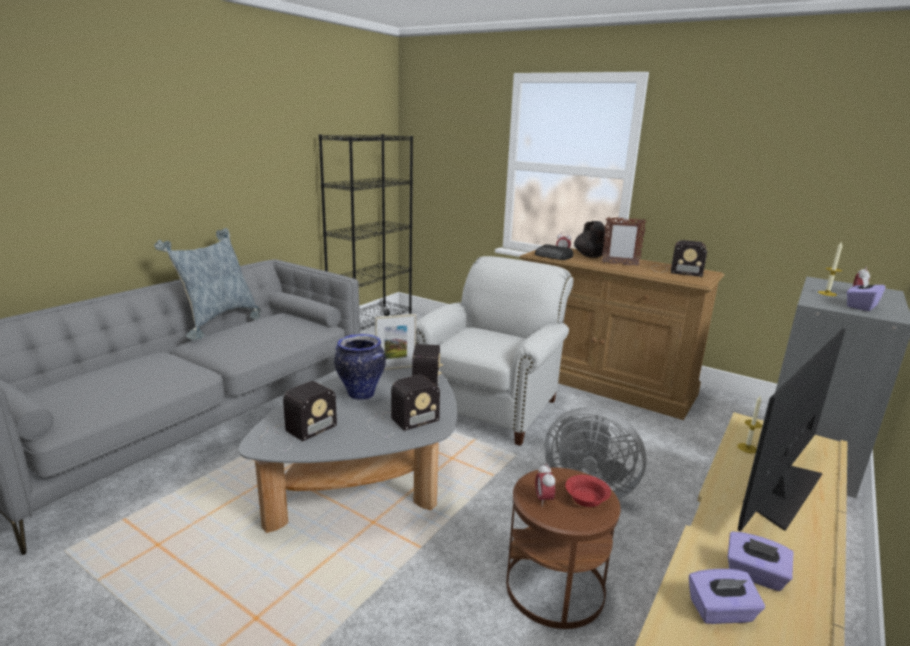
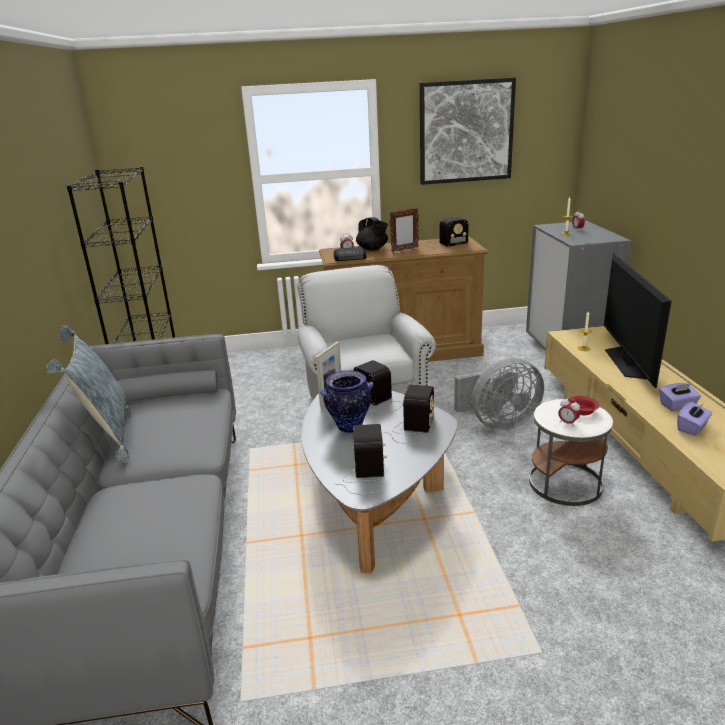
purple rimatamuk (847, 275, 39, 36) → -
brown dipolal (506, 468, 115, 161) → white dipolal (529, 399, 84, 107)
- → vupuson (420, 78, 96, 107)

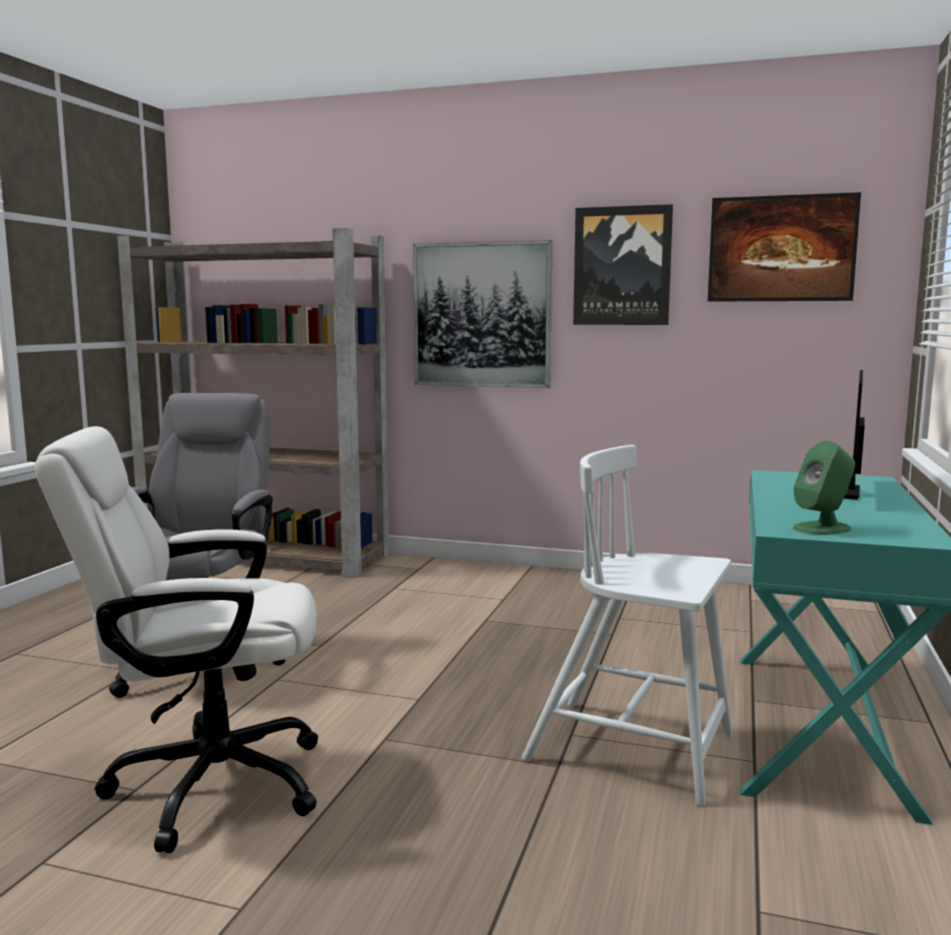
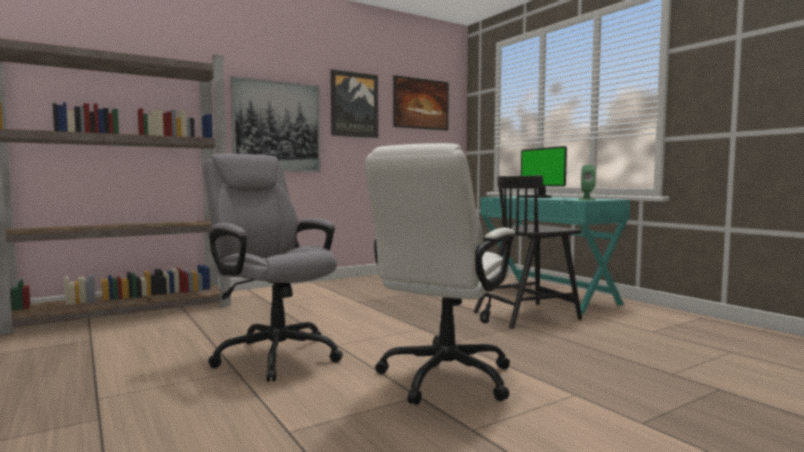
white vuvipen (522, 445, 211, 361) → black vuvipen (474, 175, 108, 154)

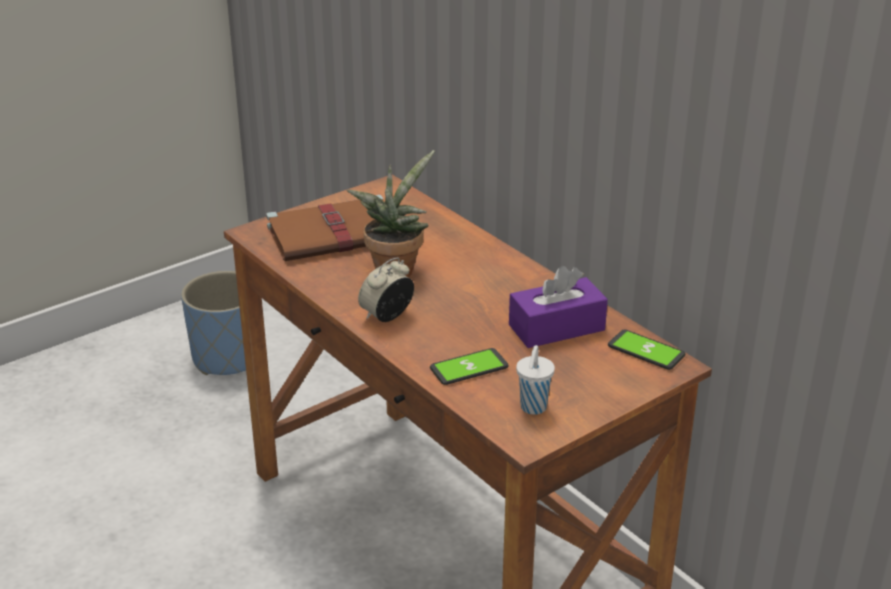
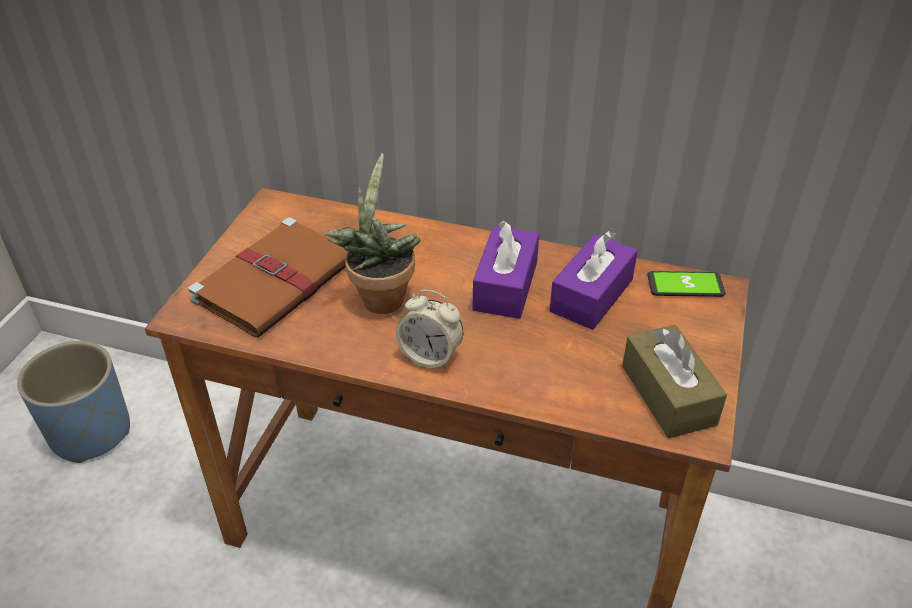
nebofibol (358, 257, 56, 65) → nebofibol (396, 290, 67, 79), 75 degrees counterclockwise
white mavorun (516, 345, 39, 70) → brown rimatamuk (622, 325, 105, 113)
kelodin (430, 348, 79, 37) → -
- → purple rimatamuk (473, 221, 66, 98)

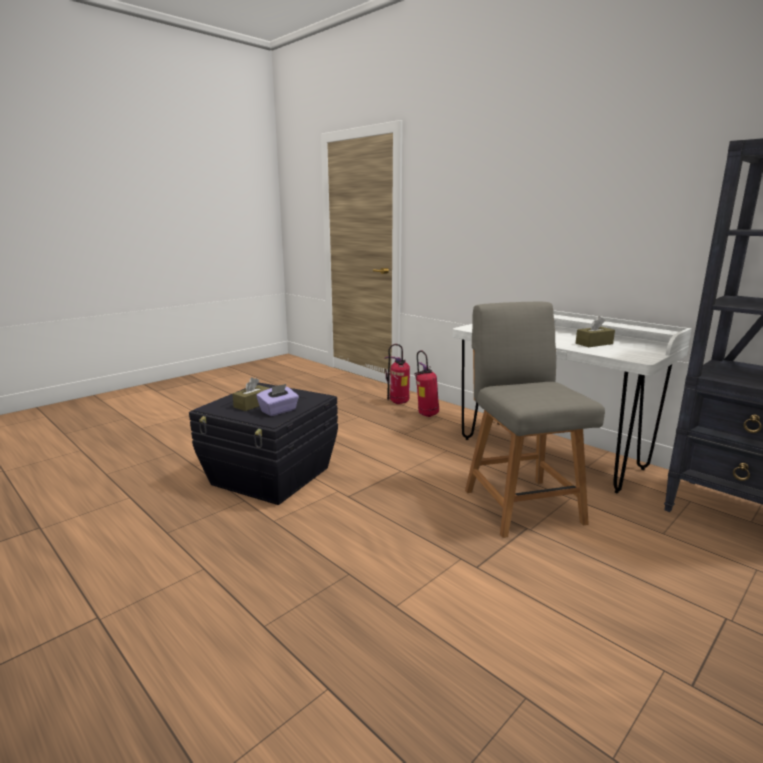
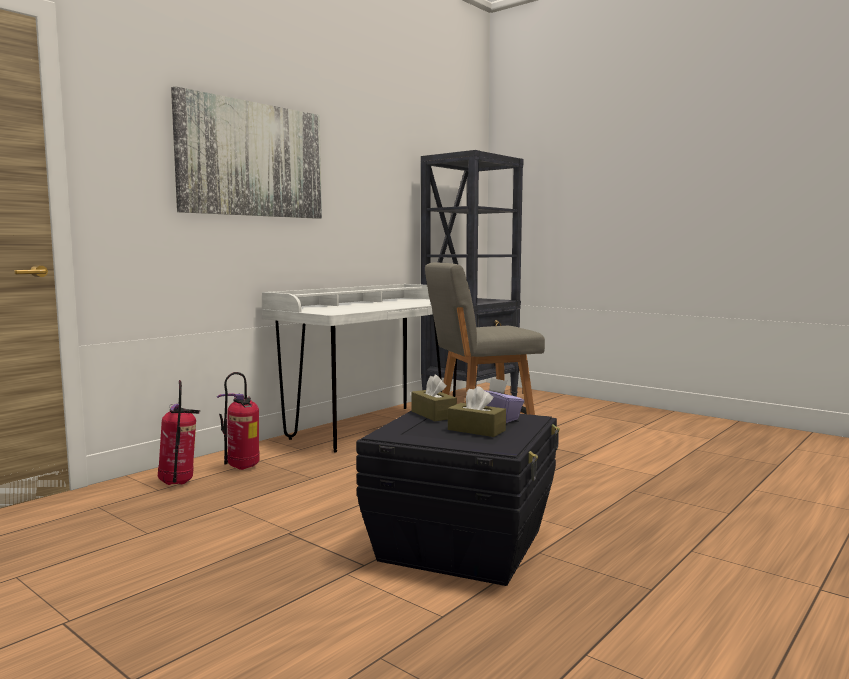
brown rimatamuk (576, 316, 39, 31) → brown rimatamuk (411, 375, 46, 46), relocated
- → vupuson (171, 86, 151, 133)

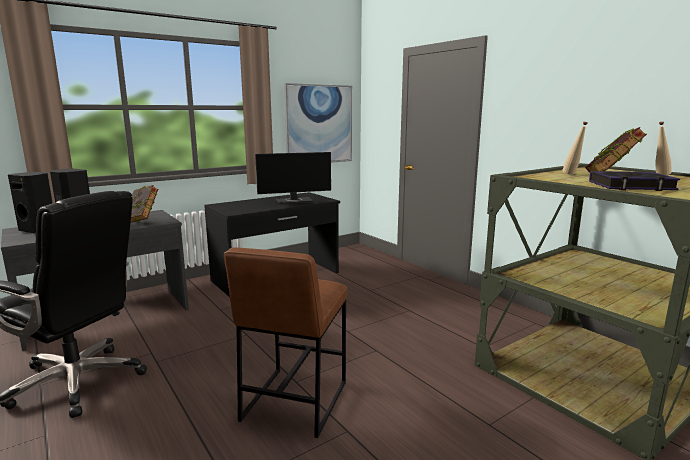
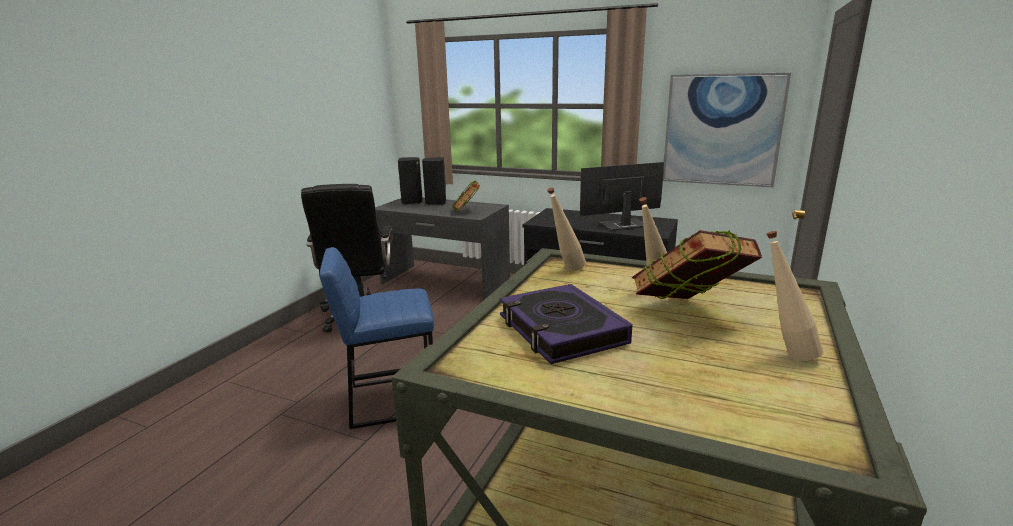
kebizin (255, 152, 76, 52) → kebizin (580, 162, 84, 69), 120 degrees clockwise
brown vuvipen (224, 248, 124, 190) → blue vuvipen (319, 247, 115, 182)
- → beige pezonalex (547, 188, 39, 83)

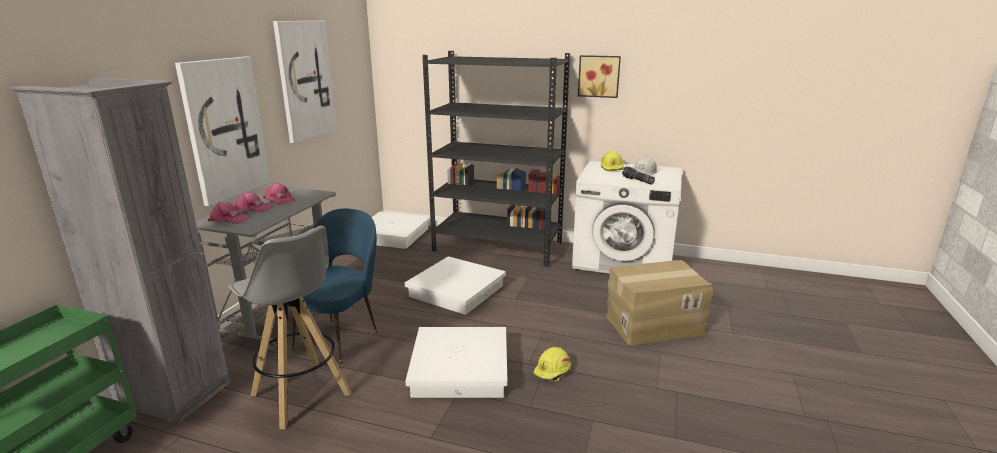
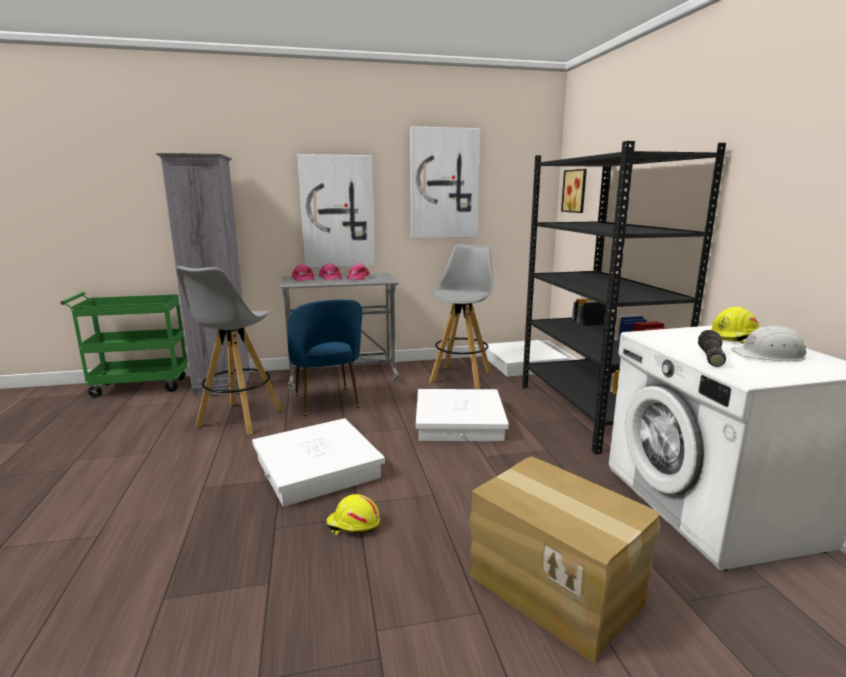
vupuson (578, 55, 43, 43) → vupuson (561, 169, 26, 44), relocated
blue vuvipen (292, 208, 86, 156) → blue vuvipen (287, 299, 75, 117), 75 degrees clockwise
- → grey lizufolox (429, 244, 65, 145)

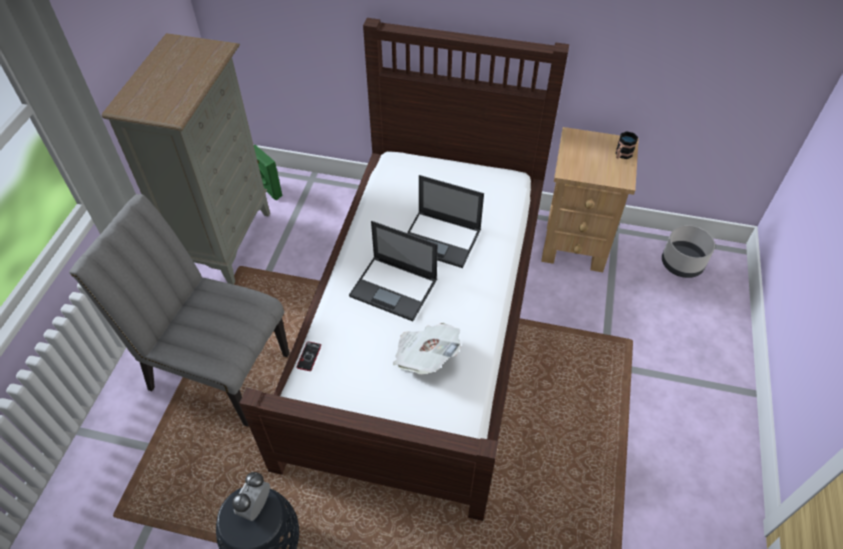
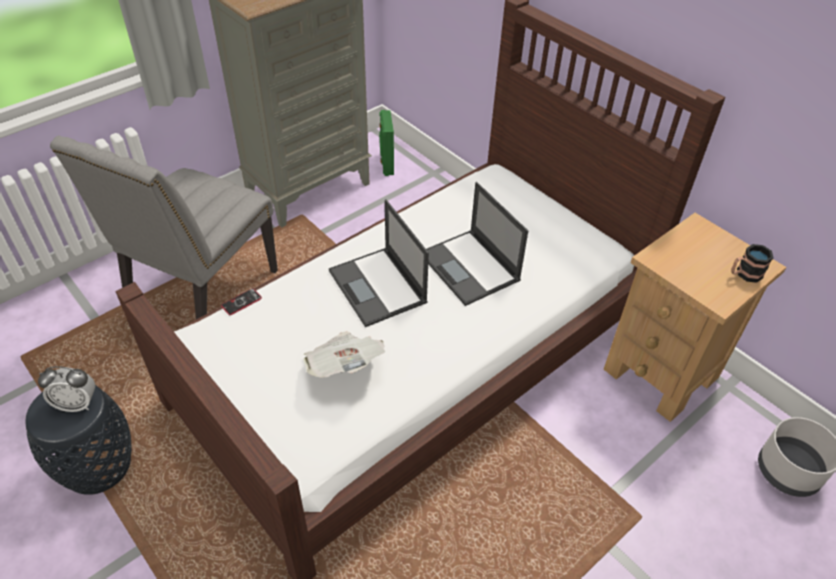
grey vuvipen (69, 194, 220, 233) → grey vuvipen (50, 136, 228, 183), 120 degrees counterclockwise
nebofibol (232, 472, 38, 49) → nebofibol (38, 366, 57, 46), 150 degrees counterclockwise

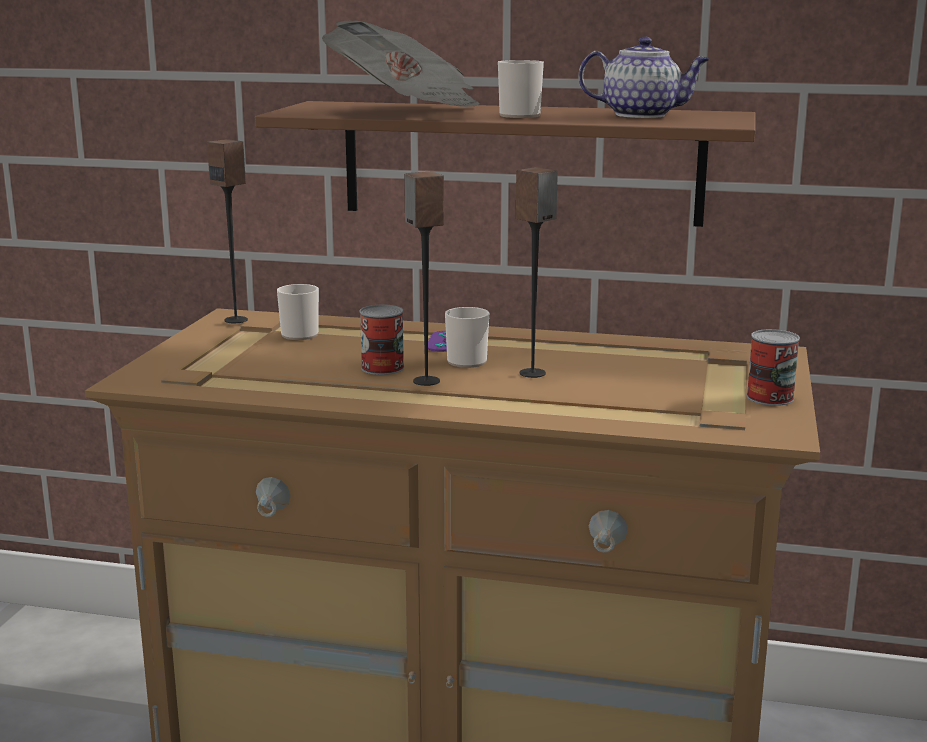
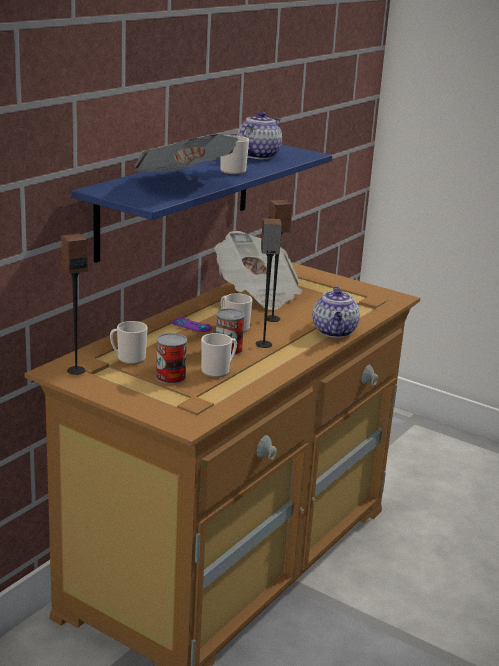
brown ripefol (255, 101, 500, 126) → blue ripefol (72, 145, 260, 118)
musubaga (746, 329, 54, 77) → musubaga (156, 333, 31, 51), relocated
- → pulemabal (215, 231, 87, 79)
- → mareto (312, 286, 48, 52)
- → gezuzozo (201, 333, 36, 45)

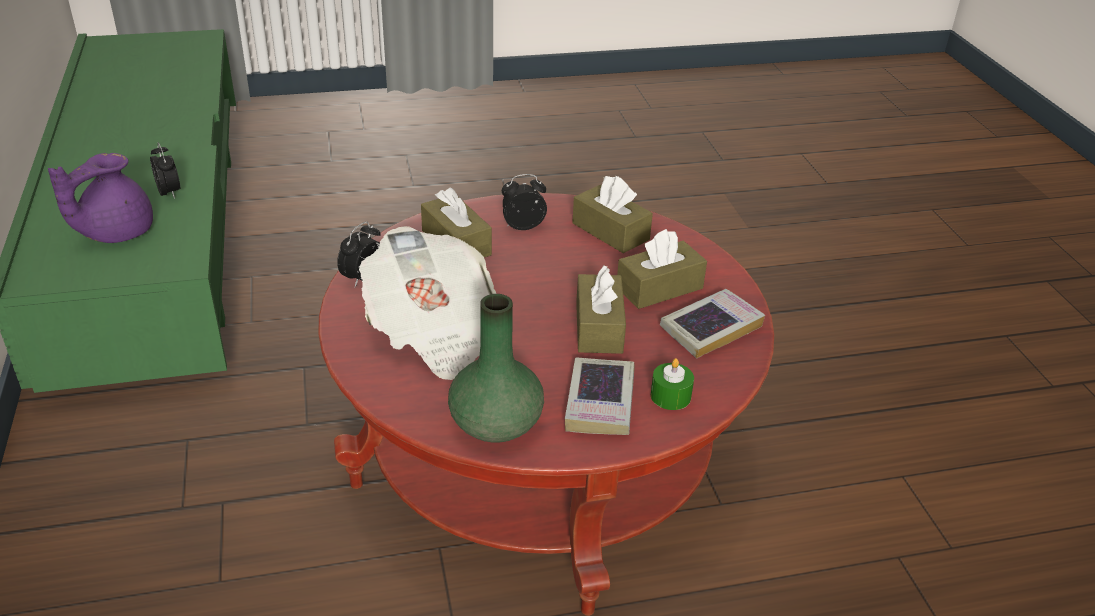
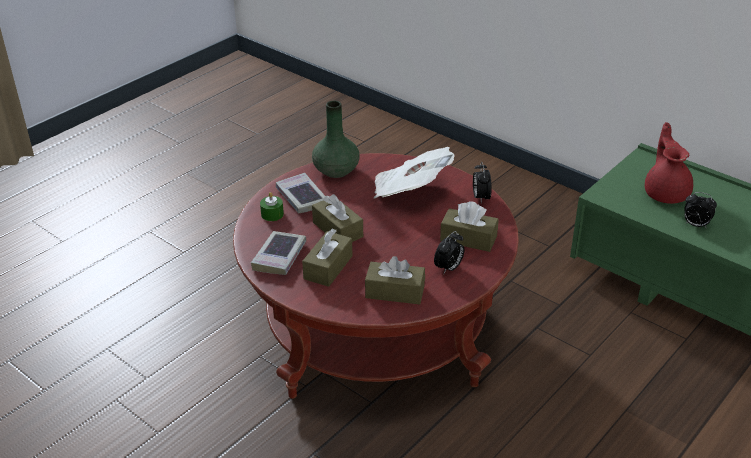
purple mareto (48, 153, 105, 90) → red mareto (645, 122, 48, 82)

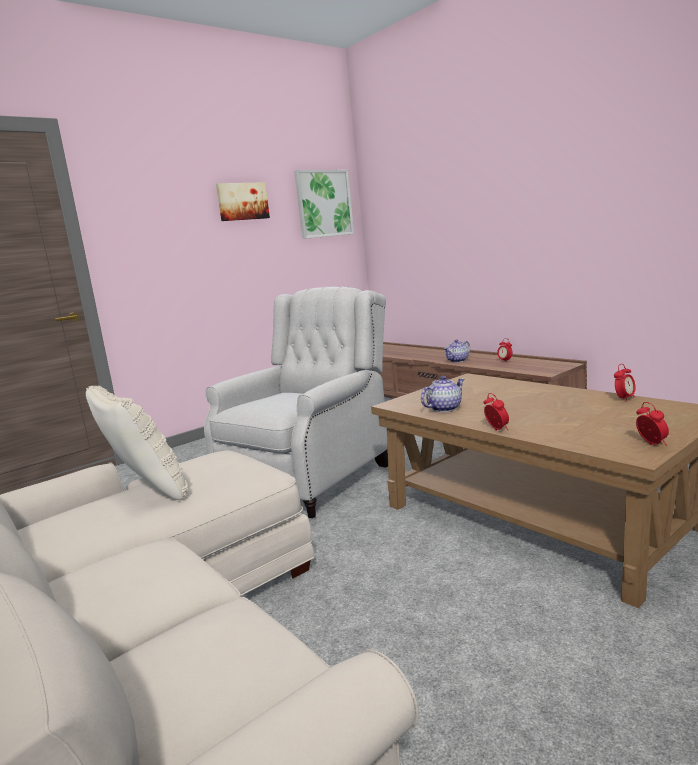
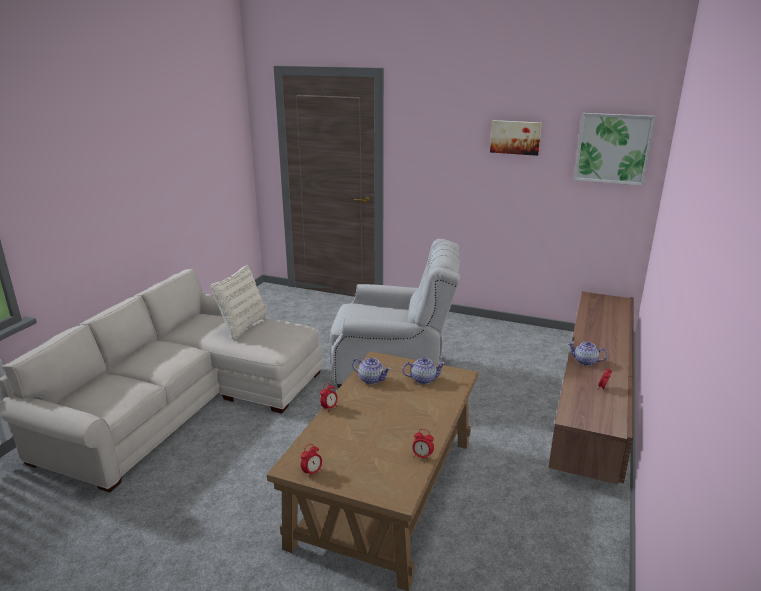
- → mareto (402, 357, 44, 27)

